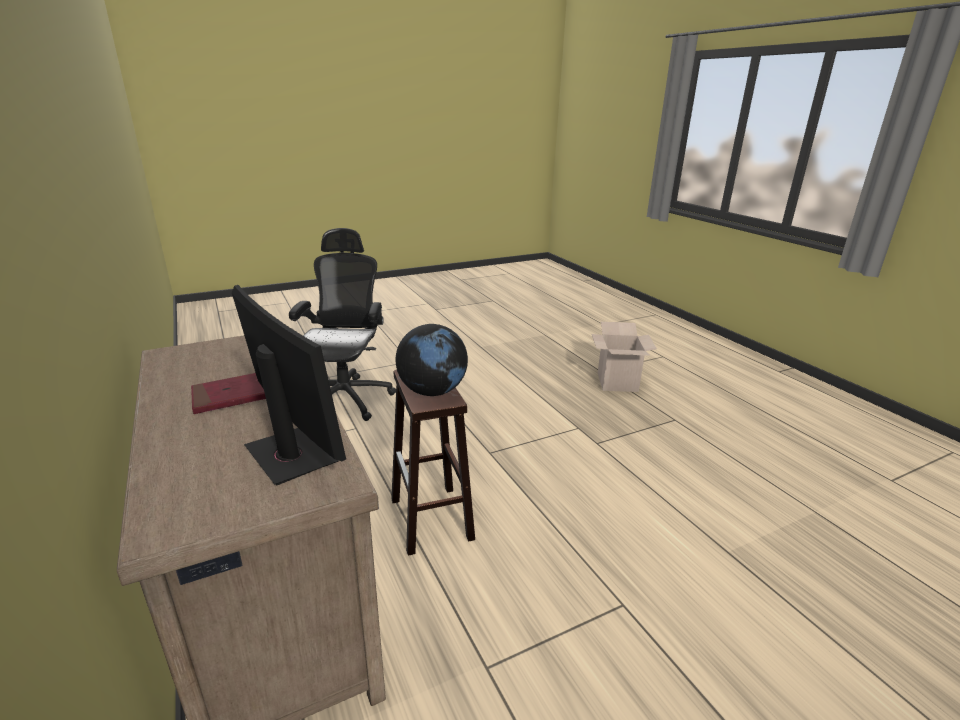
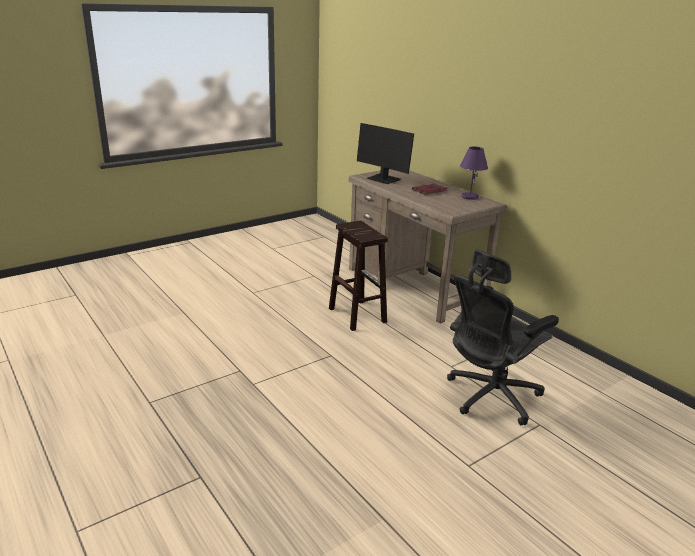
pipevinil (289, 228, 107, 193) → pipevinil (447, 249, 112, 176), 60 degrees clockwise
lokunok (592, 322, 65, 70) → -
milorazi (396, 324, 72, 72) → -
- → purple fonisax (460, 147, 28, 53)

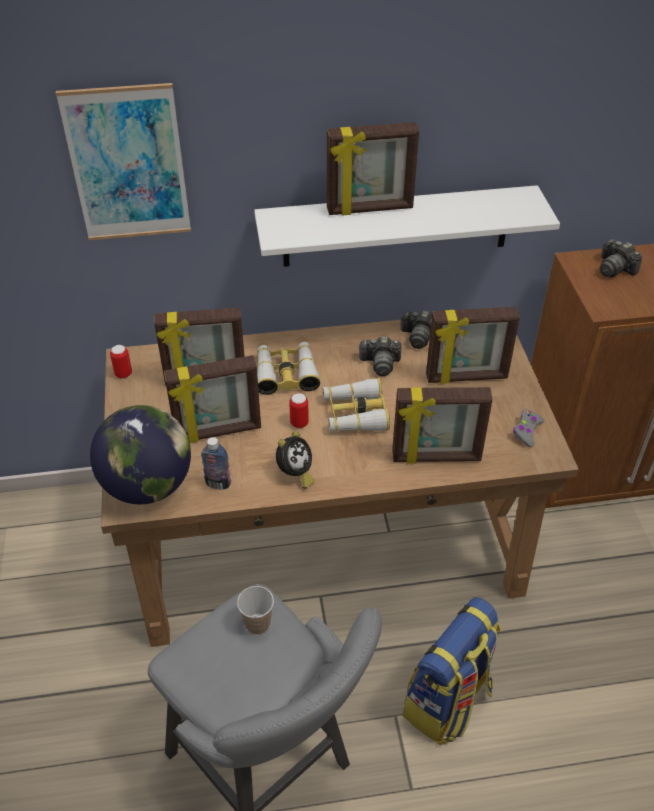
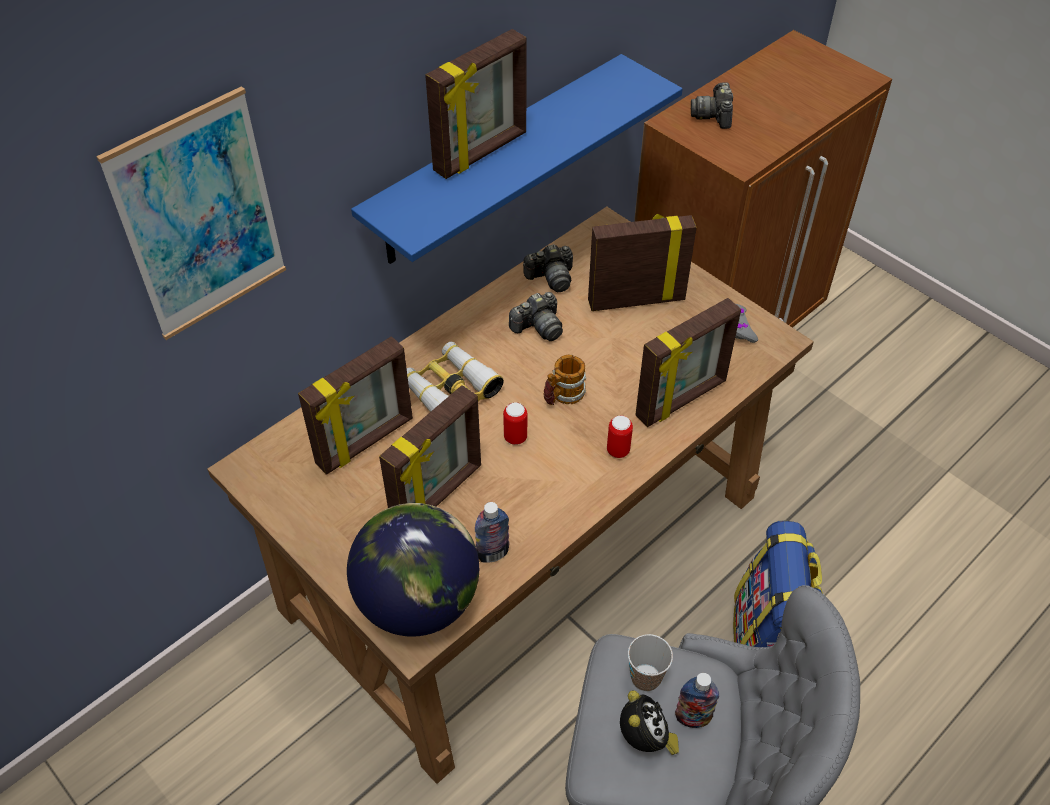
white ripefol (254, 185, 306, 82) → blue ripefol (351, 54, 332, 210)
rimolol (600, 239, 42, 38) → rimolol (691, 82, 42, 47), 75 degrees clockwise
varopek (426, 307, 94, 77) → varopek (588, 214, 109, 97), 150 degrees counterclockwise
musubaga (110, 345, 22, 34) → musubaga (607, 415, 26, 43), relocated
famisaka (323, 378, 67, 54) → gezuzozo (543, 355, 43, 50)
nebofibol (276, 431, 39, 57) → nebofibol (620, 690, 59, 65), relocated
- → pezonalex (675, 673, 44, 55)

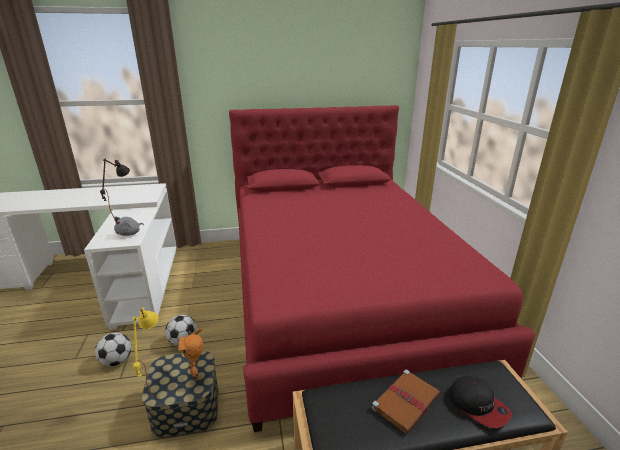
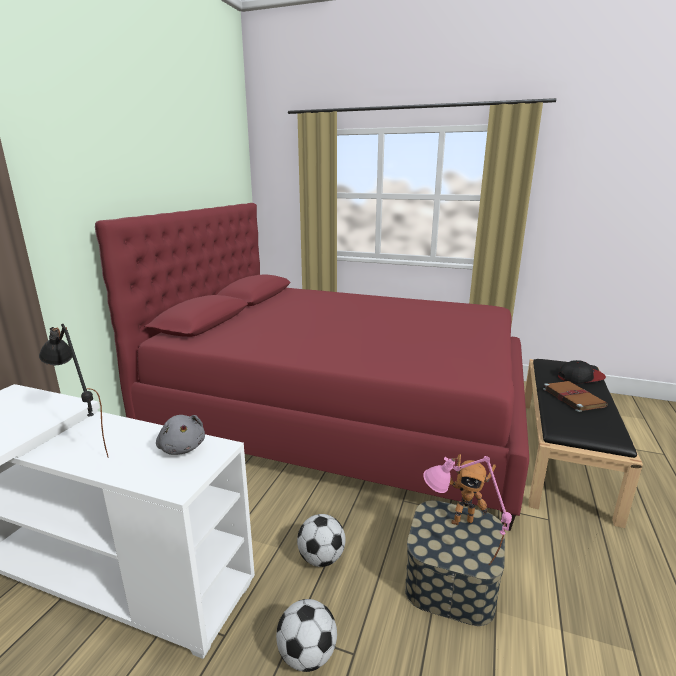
yellow fonisax (133, 307, 25, 91) → pink fonisax (424, 456, 88, 109)

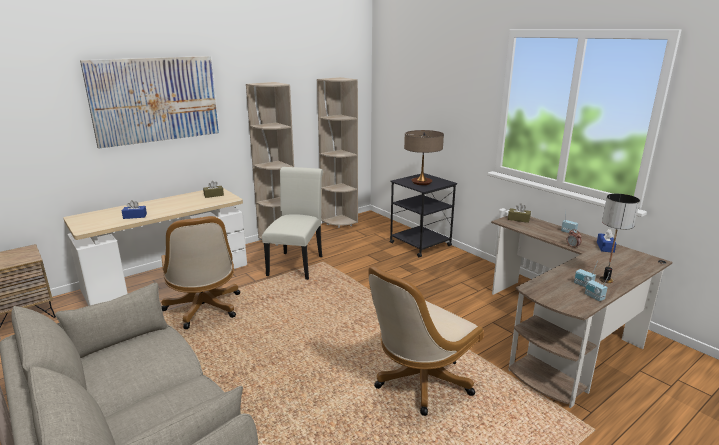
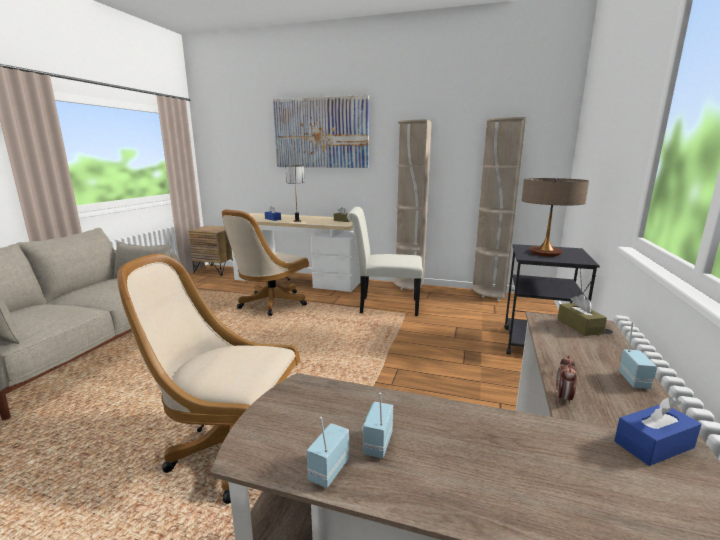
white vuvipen (262, 167, 61, 113) → white vuvipen (347, 207, 76, 109), 150 degrees counterclockwise
fonisax (599, 194, 41, 89) → fonisax (286, 166, 18, 56), relocated

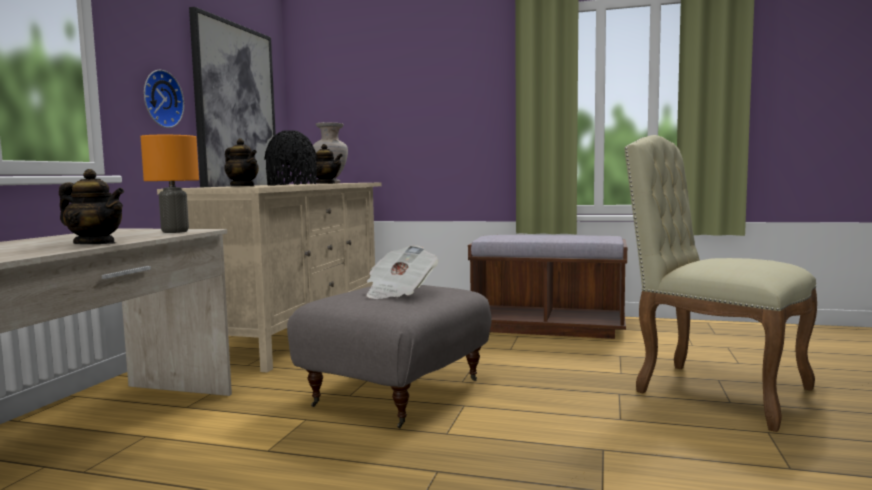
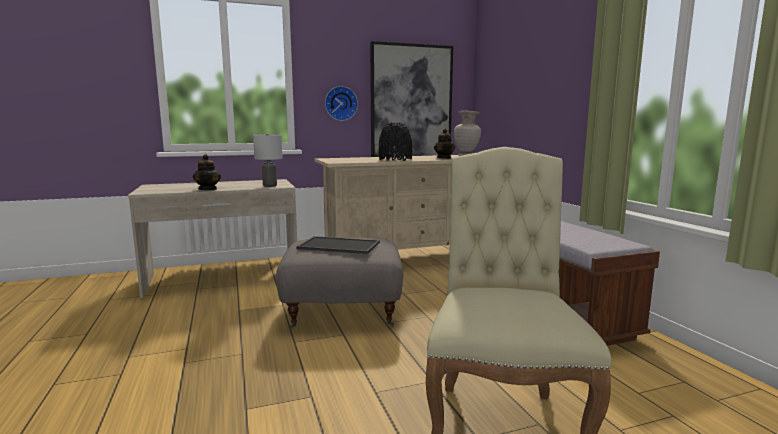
orange fonisax (140, 134, 59, 99) → white fonisax (253, 134, 30, 53)
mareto (224, 138, 35, 48) → -
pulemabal (366, 245, 72, 54) → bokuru (296, 236, 84, 18)

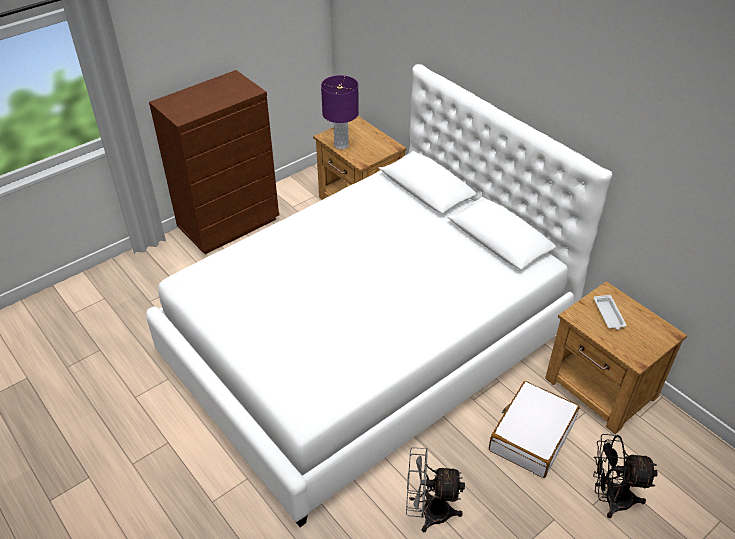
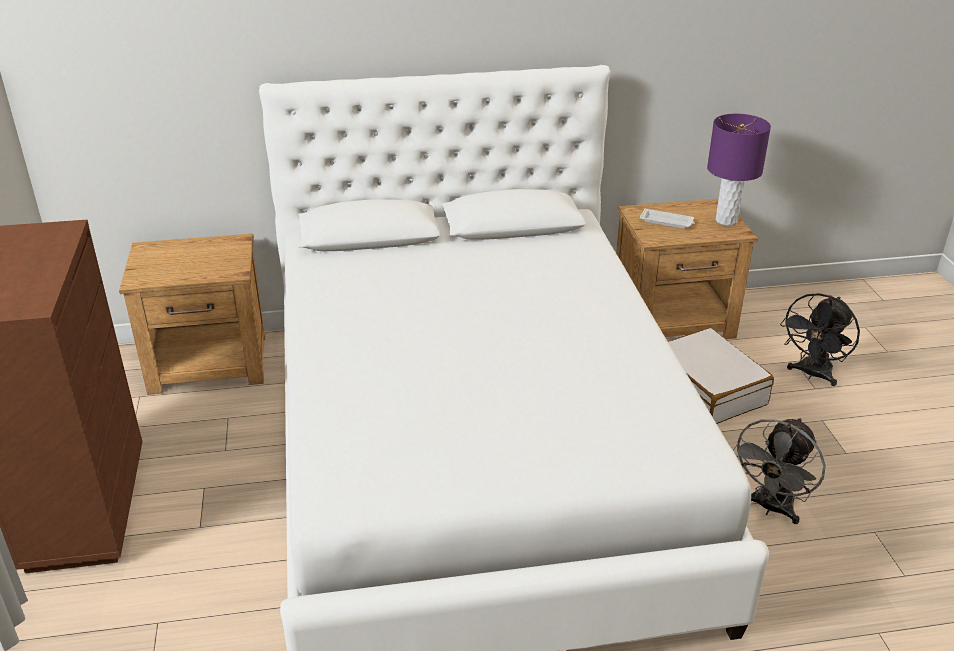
purple fonisax (321, 75, 38, 74) → purple fonisax (707, 114, 64, 112), relocated

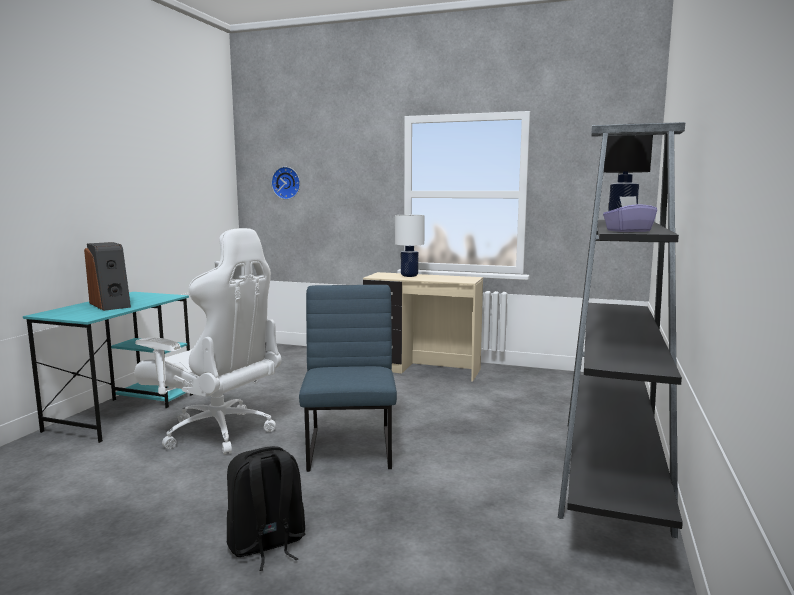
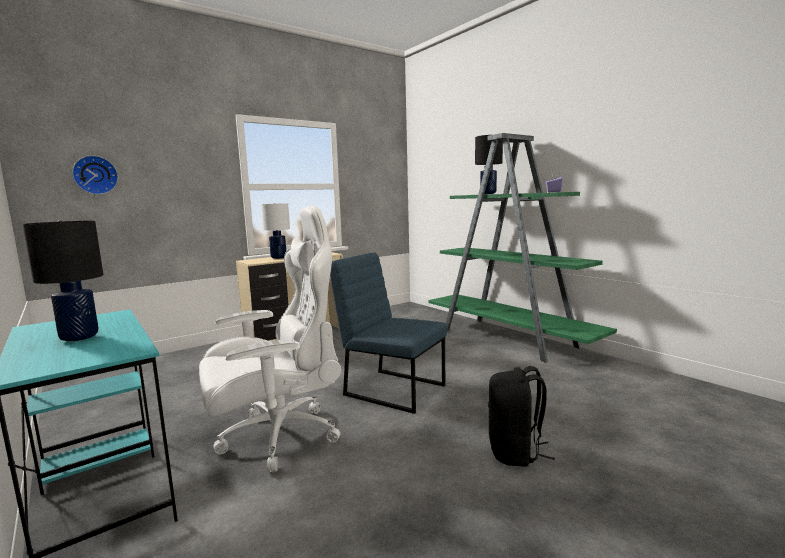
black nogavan (558, 122, 127, 416) → green nogavan (428, 133, 189, 230)
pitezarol (84, 242, 47, 69) → black fonisax (22, 220, 81, 121)

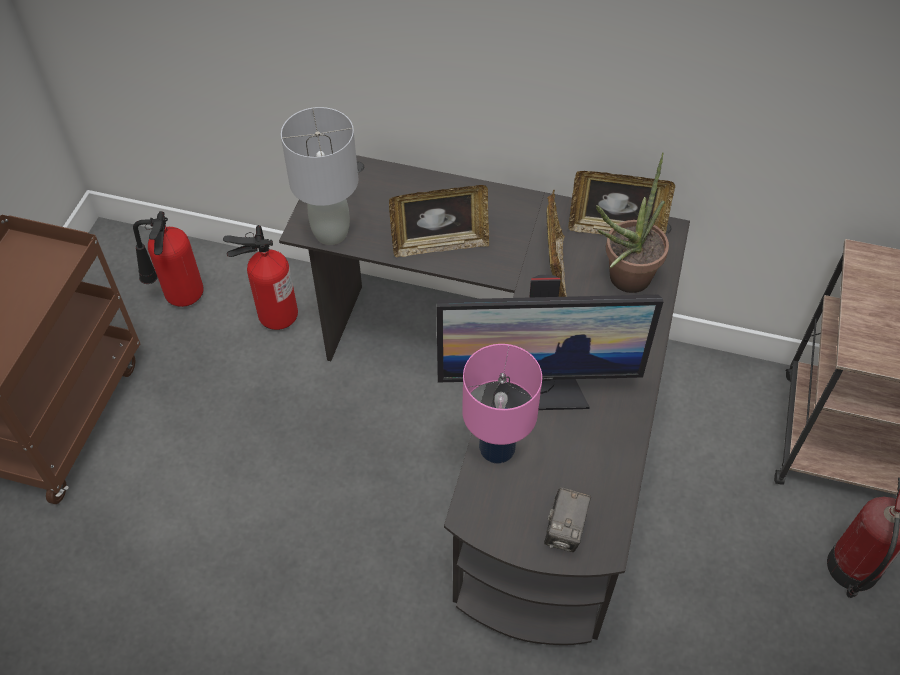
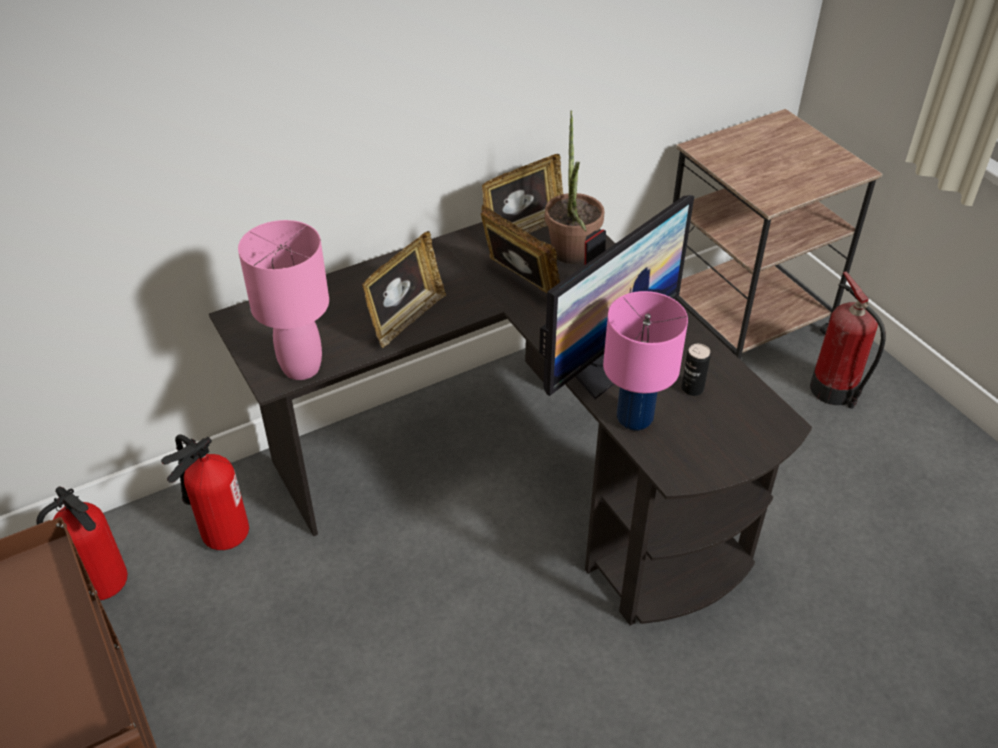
grey fonisax (281, 107, 78, 138) → pink fonisax (238, 220, 91, 160)
rimolol (544, 487, 47, 65) → -
- → musubaga (681, 344, 30, 52)

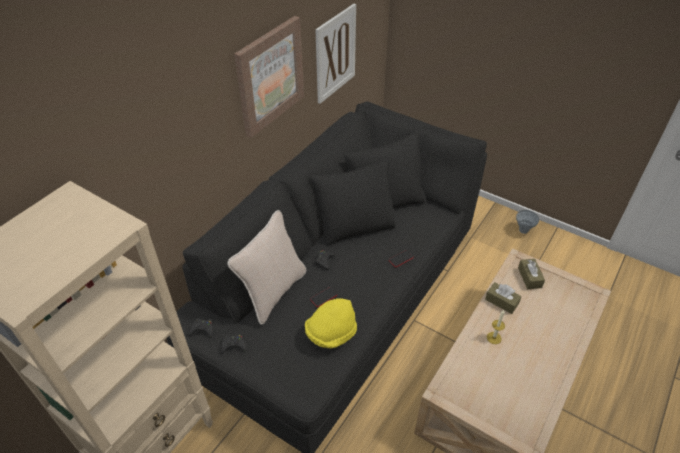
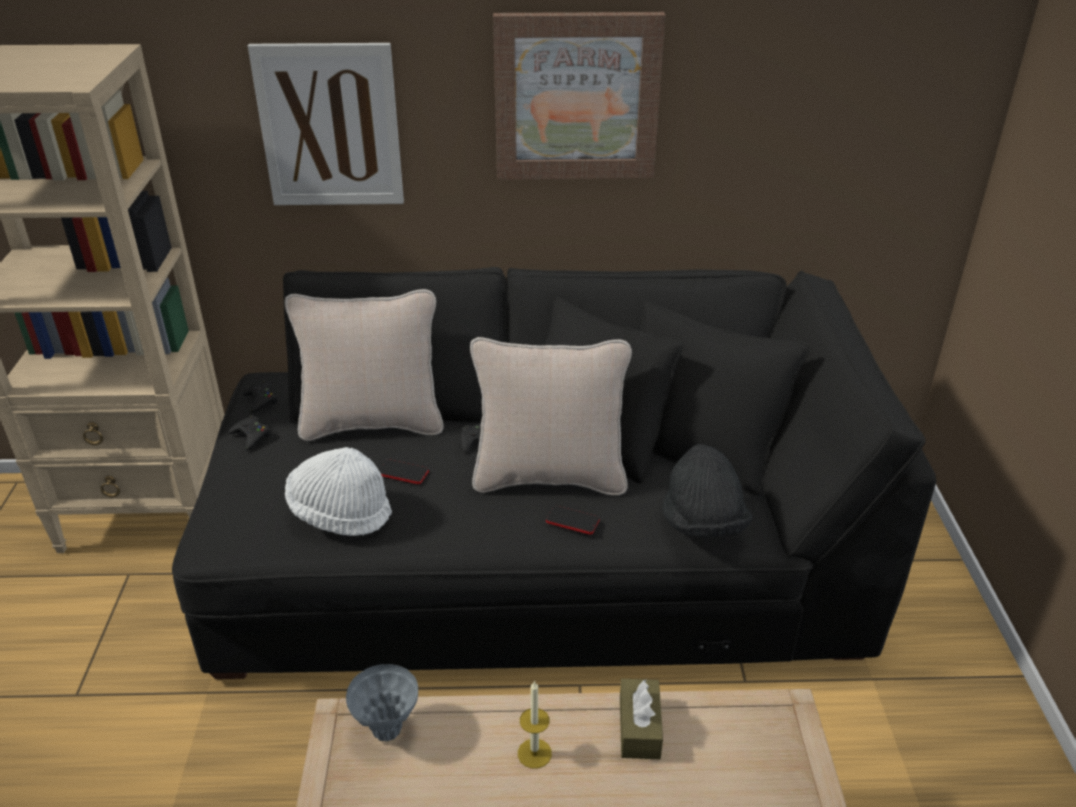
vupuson (315, 4, 41, 100) → vupuson (248, 43, 156, 162), relocated
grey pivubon (516, 210, 23, 24) → grey pivubon (346, 664, 72, 77), relocated
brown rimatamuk (518, 259, 27, 30) → -
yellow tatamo (305, 298, 52, 50) → white tatamo (285, 447, 107, 89)
- → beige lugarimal (470, 337, 162, 158)
- → black tatamo (662, 444, 90, 93)

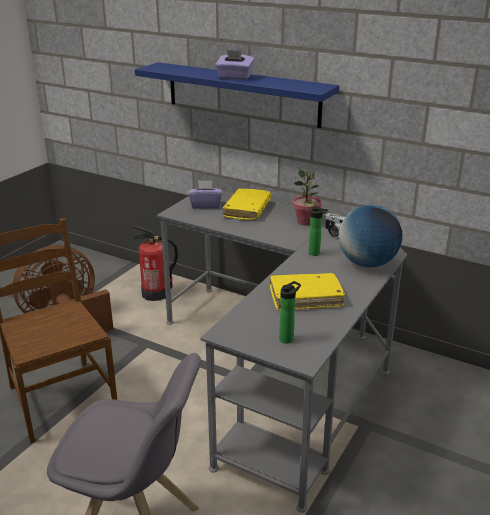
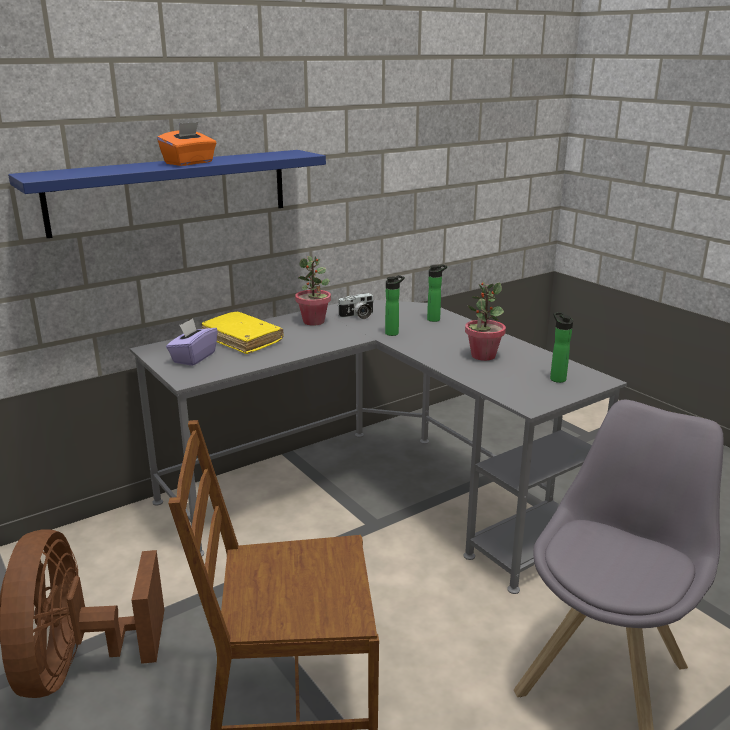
purple rimatamuk (215, 50, 40, 30) → orange rimatamuk (157, 122, 59, 44)
milorazi (339, 205, 64, 62) → pezonalex (427, 264, 20, 58)
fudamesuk (132, 225, 46, 76) → -
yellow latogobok (270, 273, 75, 38) → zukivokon (465, 282, 41, 79)

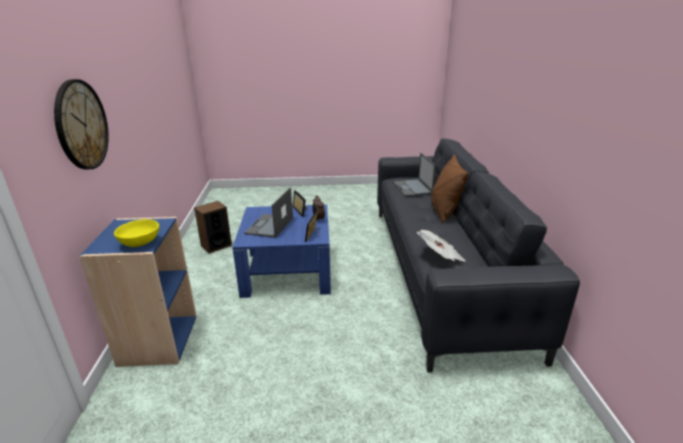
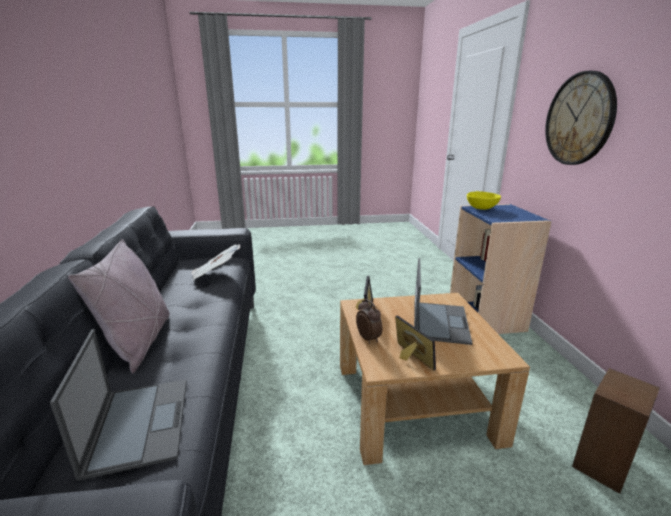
brown lugarimal (431, 154, 38, 69) → purple lugarimal (68, 239, 101, 134)
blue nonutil (232, 205, 99, 93) → brown nonutil (340, 293, 190, 172)

